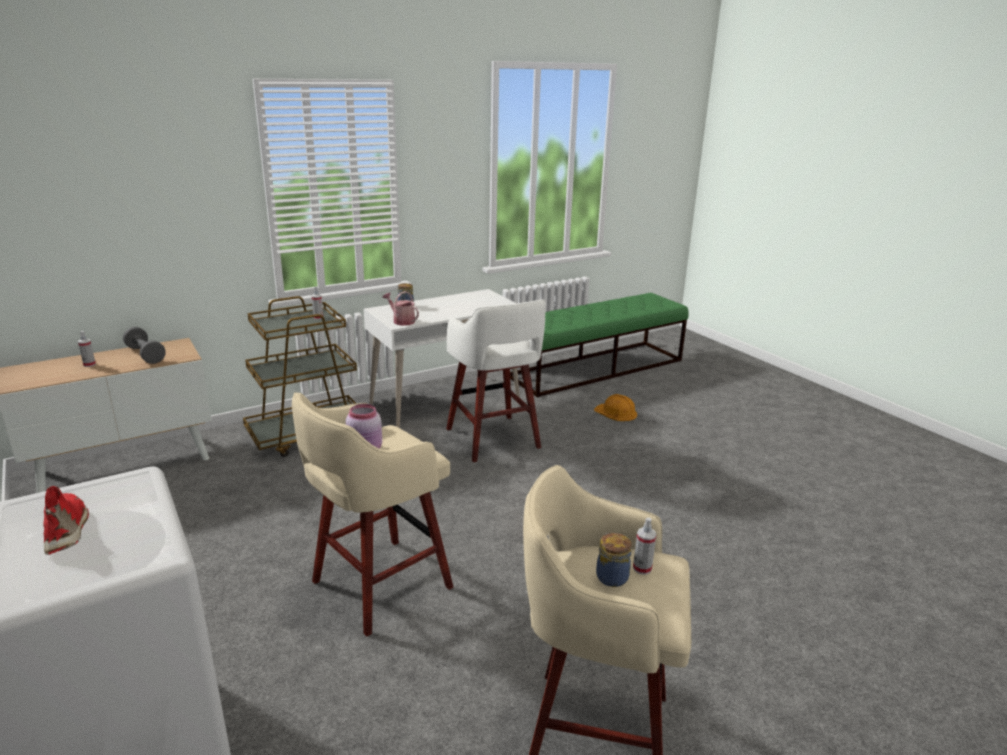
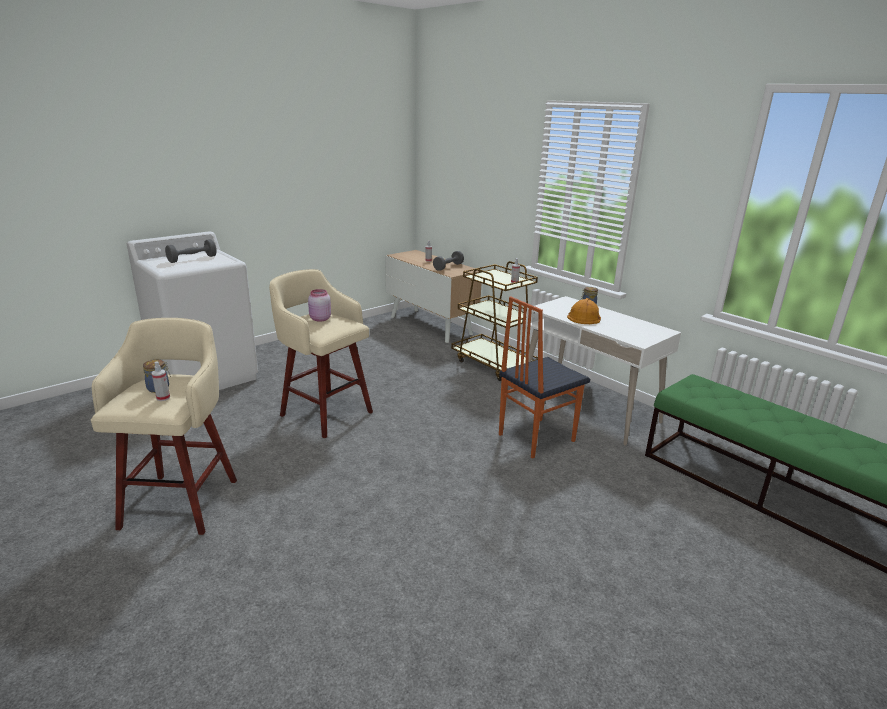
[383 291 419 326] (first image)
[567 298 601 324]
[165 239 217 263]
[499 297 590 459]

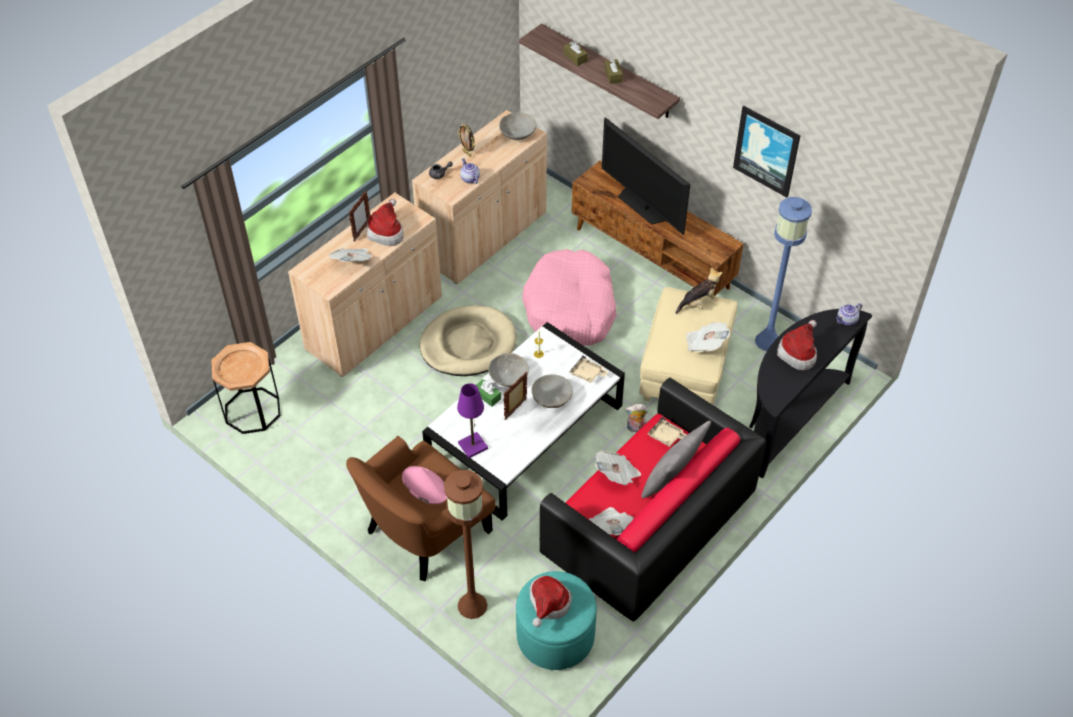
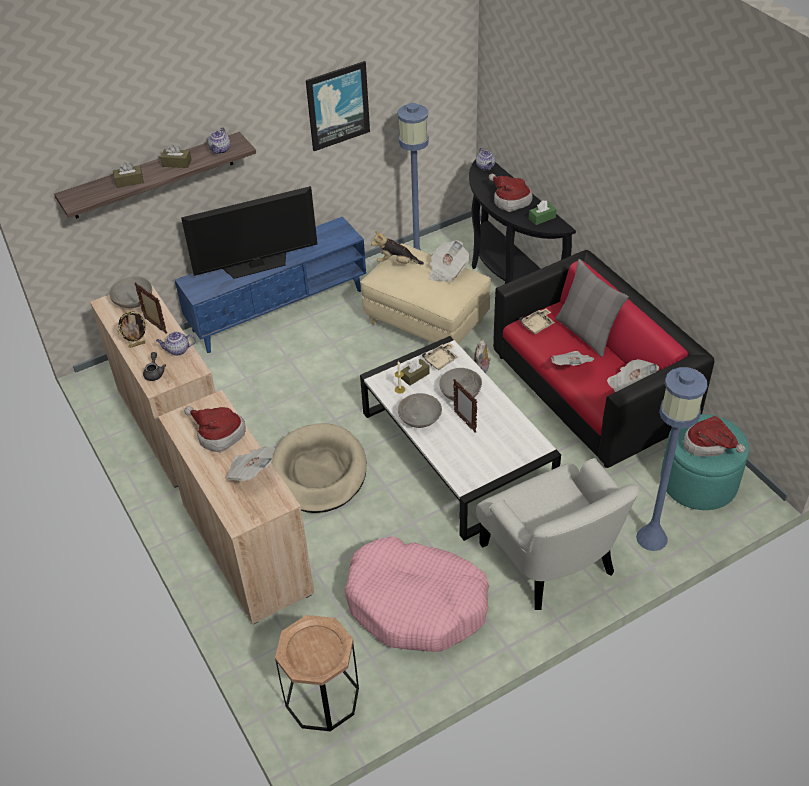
[402 466 447 504] (first image)
[457 383 488 458] (first image)
[208 127 230 154]
[401 358 430 386]
[134 282 167 334]
[529 200 557 225]
[344 536 489 652]
[476 458 640 610]
[636 367 707 551]
[175 216 366 353]
[371 231 424 265]

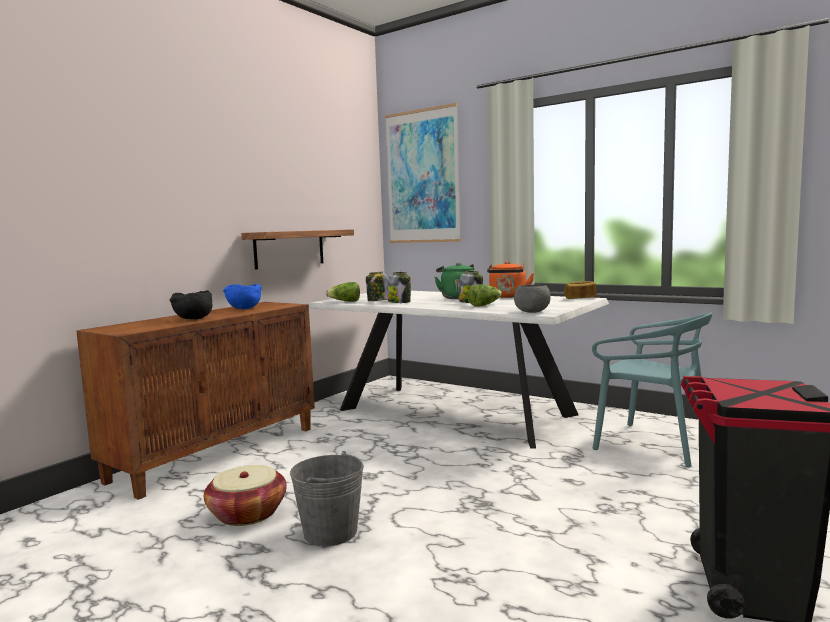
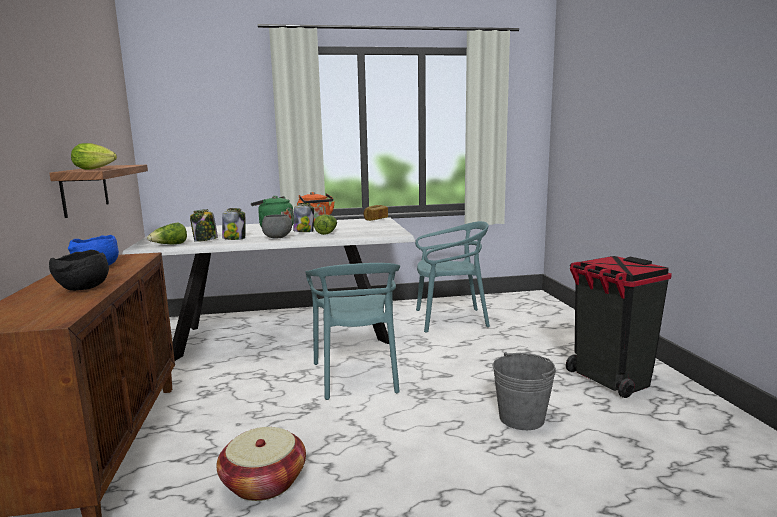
[385 103 461 243] (first image)
[71 143 117 170]
[305 263 400 400]
[493 352 556 430]
[262 214 292 239]

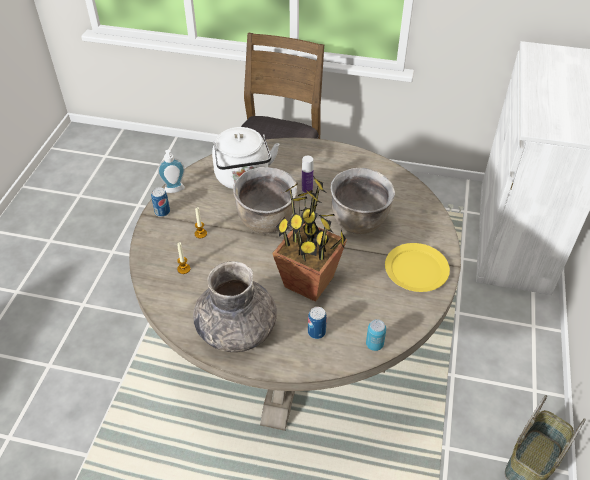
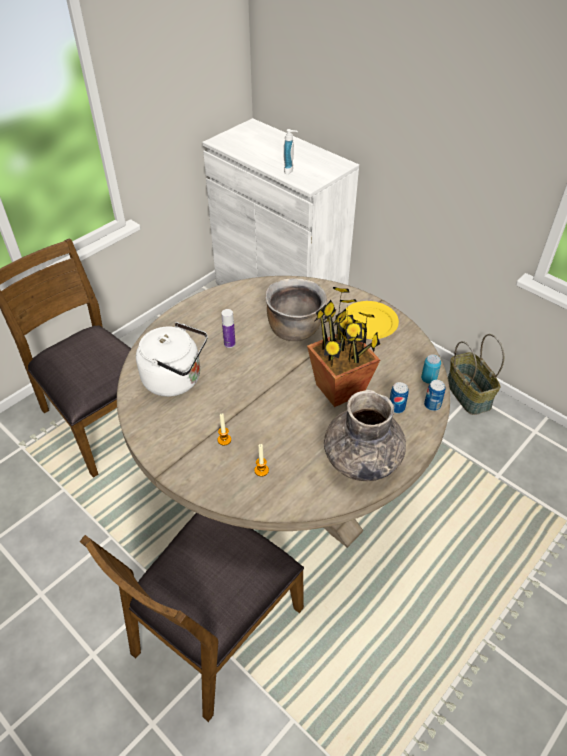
[233 167 297 233] (first image)
[79 513 304 722]
[424 380 446 411]
[283 129 298 174]

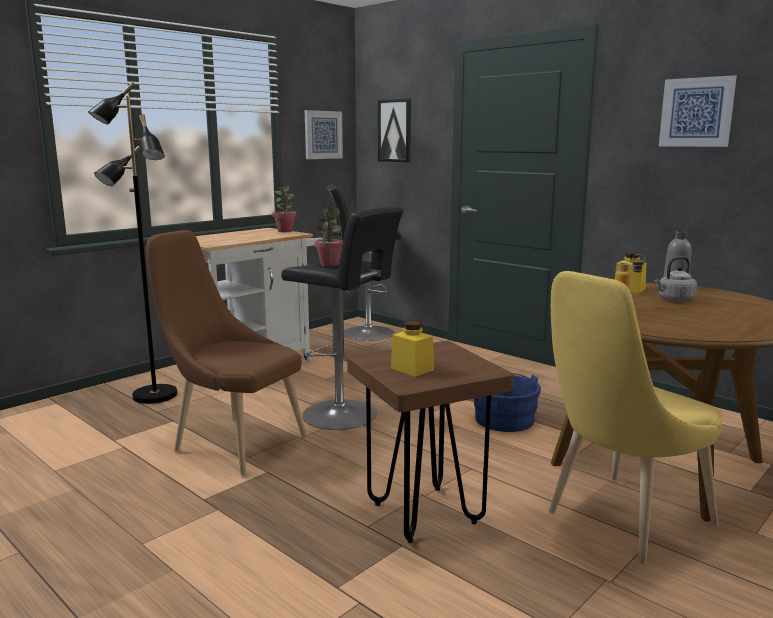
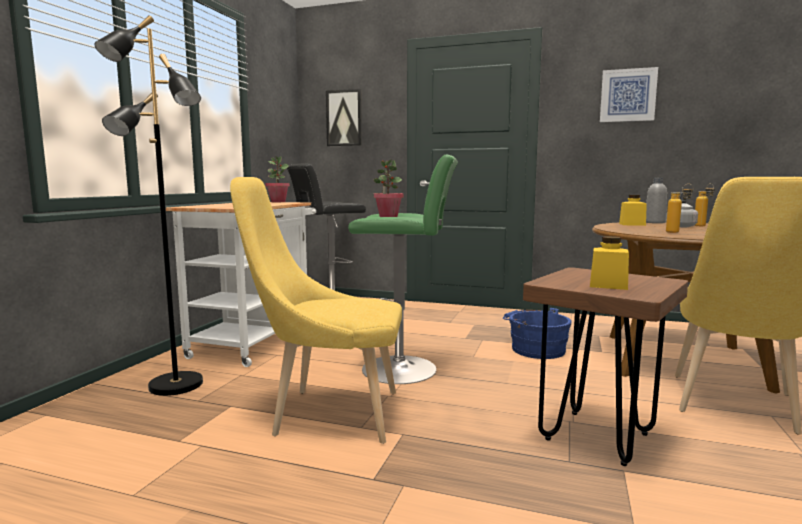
[305 110 343 159] (first image)
[694 183 715 226]
[230 177 402 444]
[348 154 458 384]

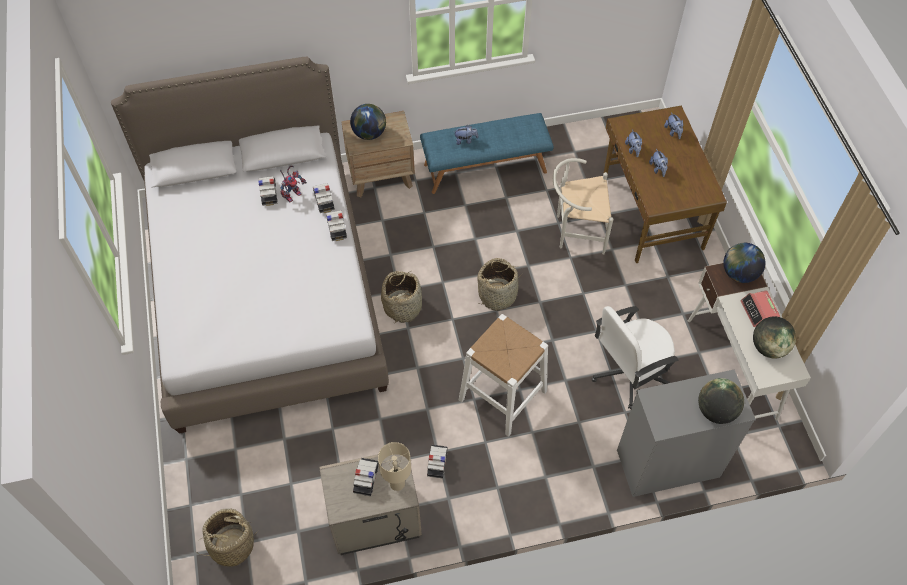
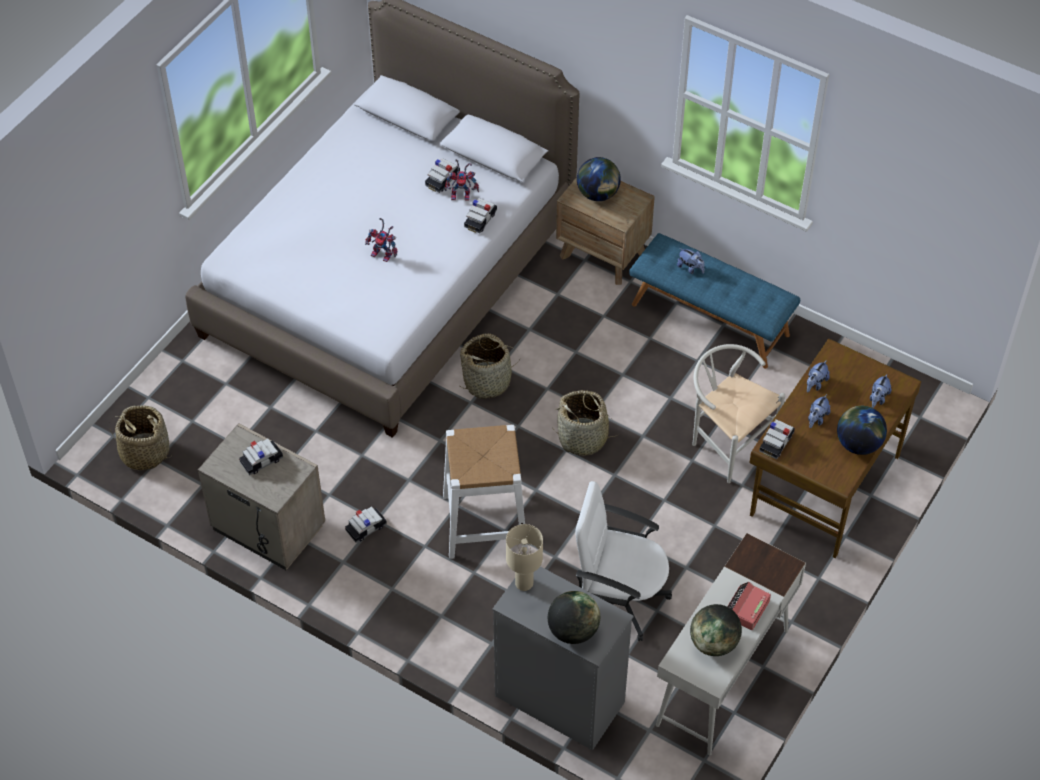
[365 218 397 262]
[759 419 795 459]
[506 524 543 591]
[837 406 887 455]

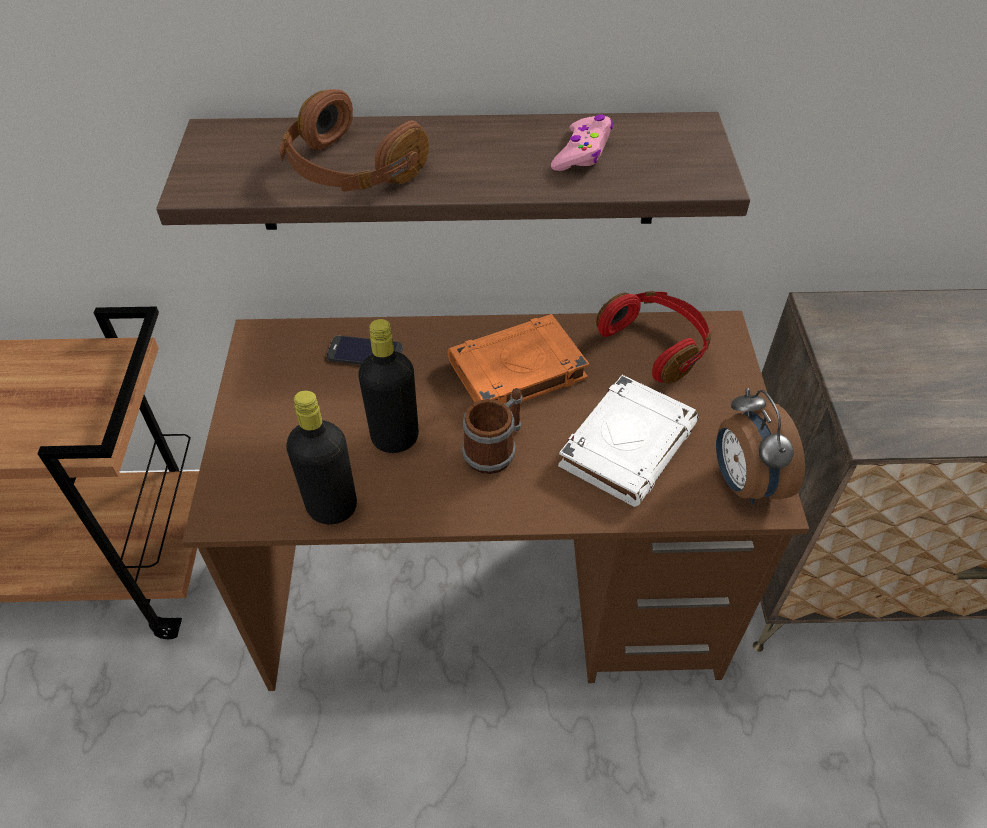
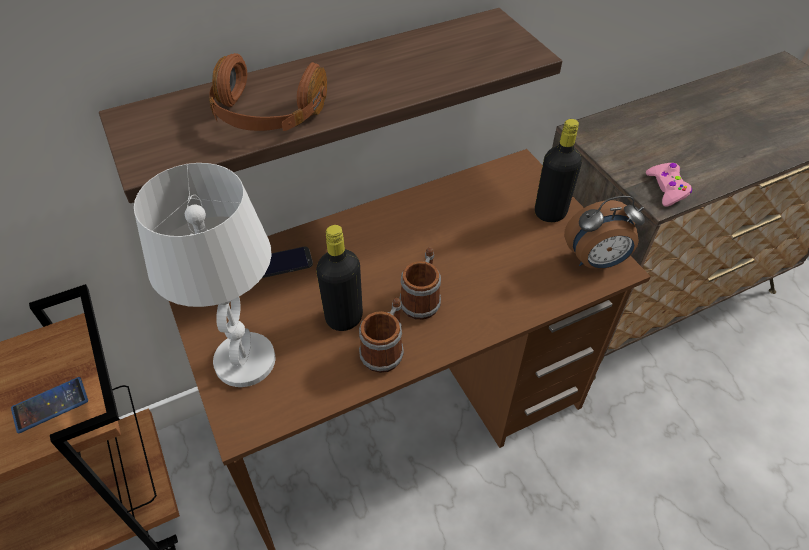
[448 314 589 403] (first image)
[558 375 699 507] (first image)
[596 291 712 384] (first image)
[11 377 88 433]
[134 163 276 387]
[359 298 404 373]
[535 119 582 222]
[646 163 692 207]
[564 196 645 269]

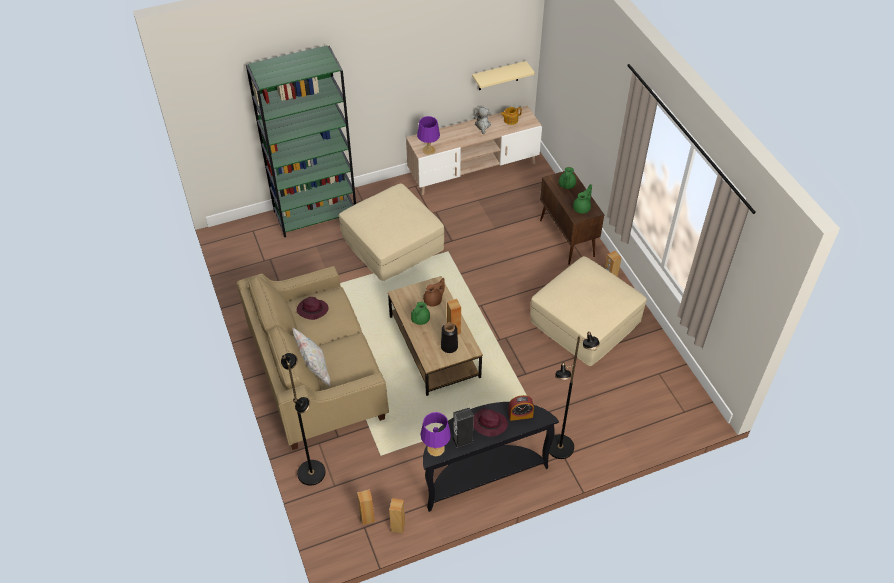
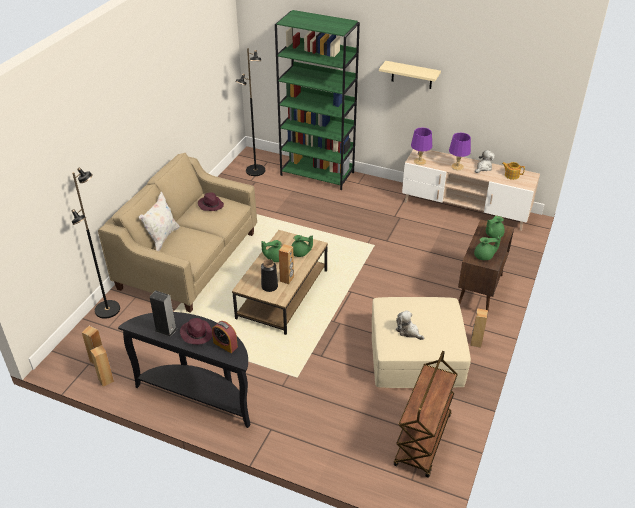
[339 183 444 281] (first image)
[394 351 458 478]
[396 310 424 340]
[449 133 471 170]
[379 61 441 89]
[235 48 265 176]
[291 235 313 257]

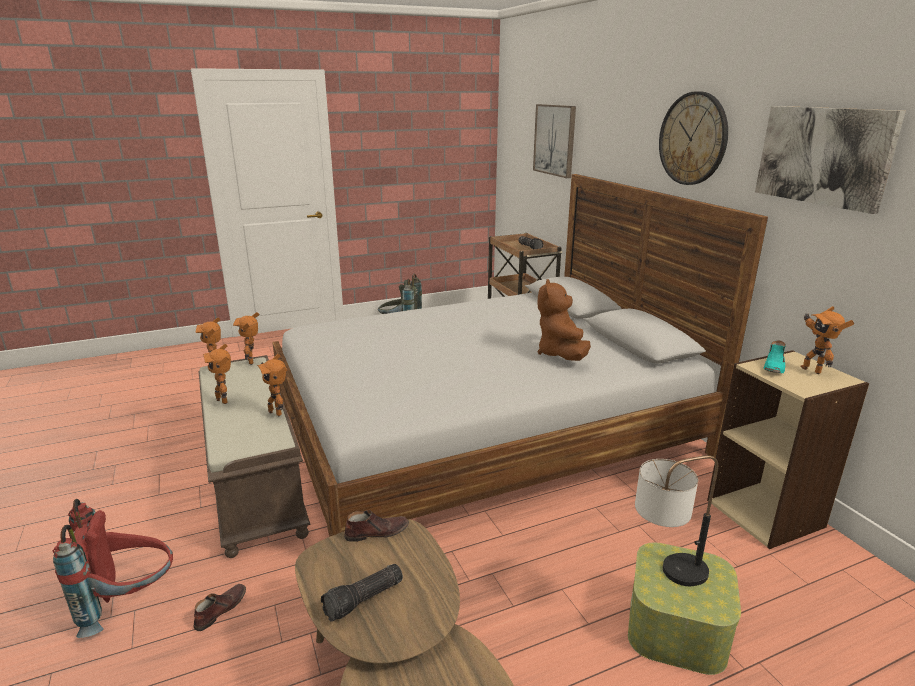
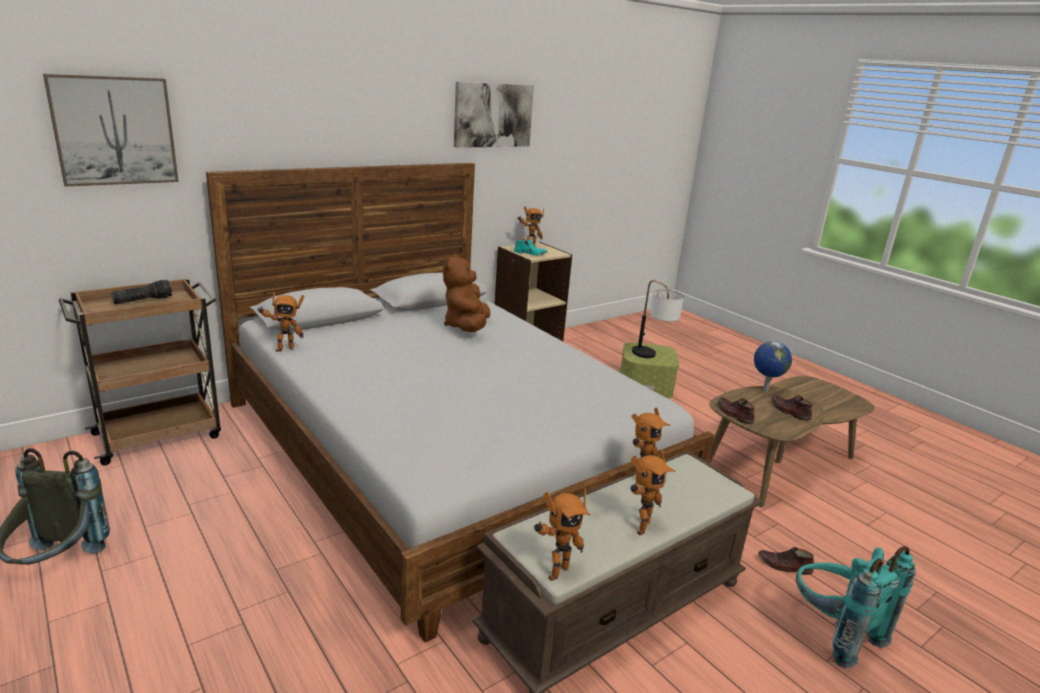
[659 91 728 185] (first image)
[754 341 792 392]
[258 292 304 352]
[771 395 812 421]
[796 546 916 668]
[443 254 490 332]

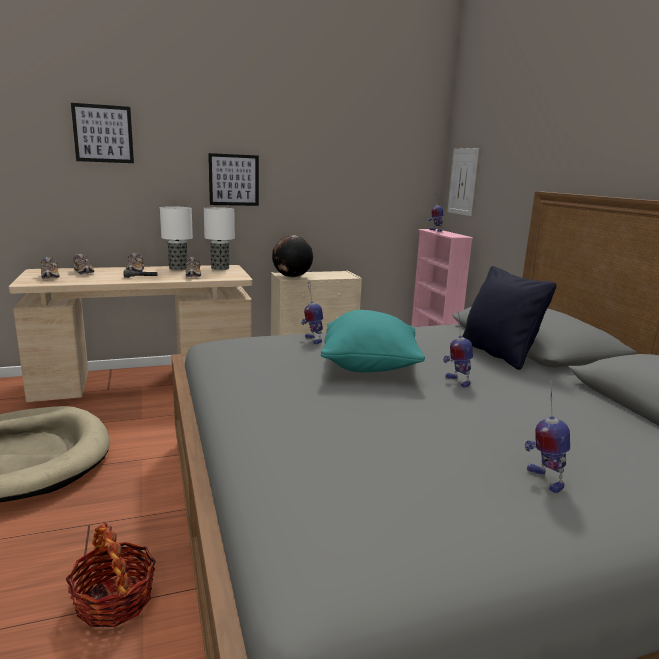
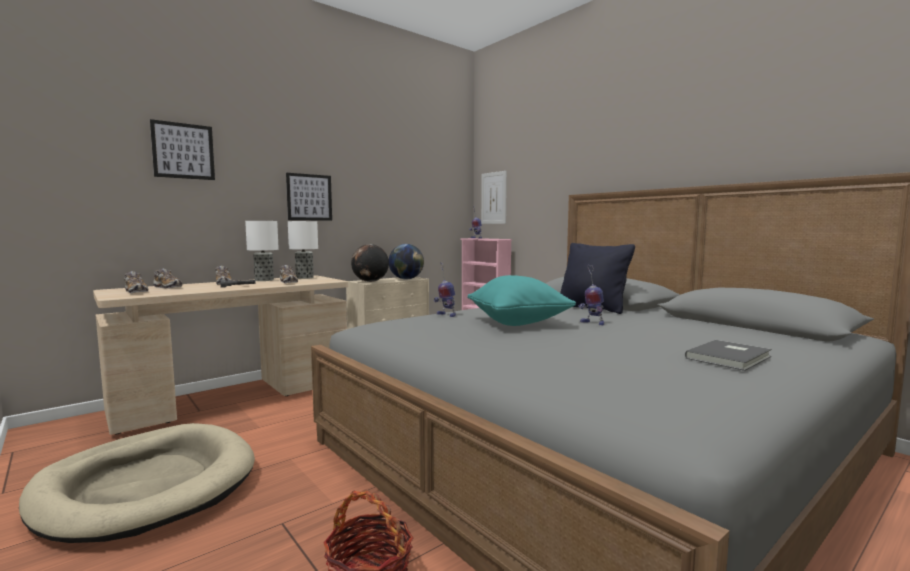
[389 244 424 280]
[685 340 772 371]

